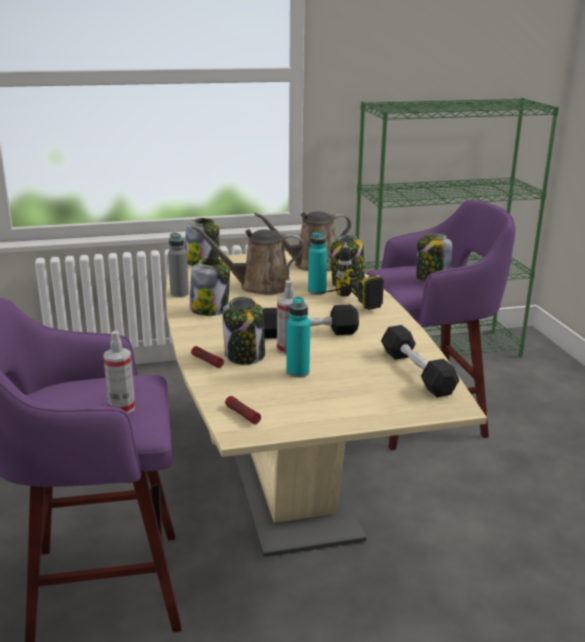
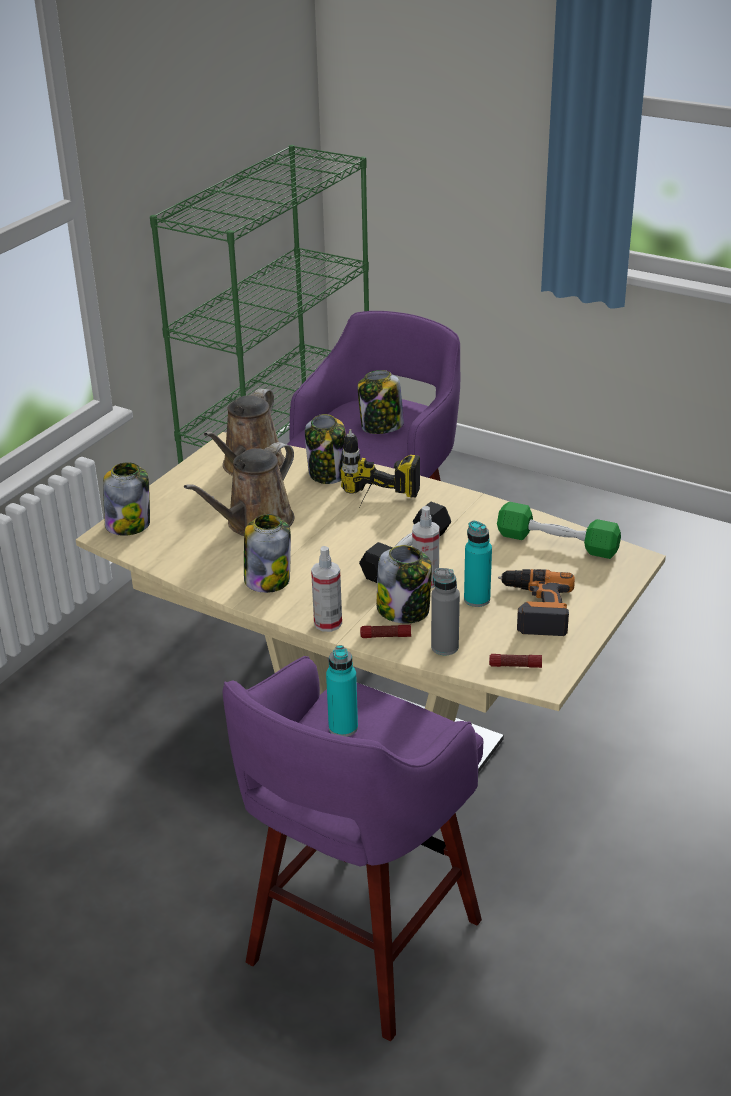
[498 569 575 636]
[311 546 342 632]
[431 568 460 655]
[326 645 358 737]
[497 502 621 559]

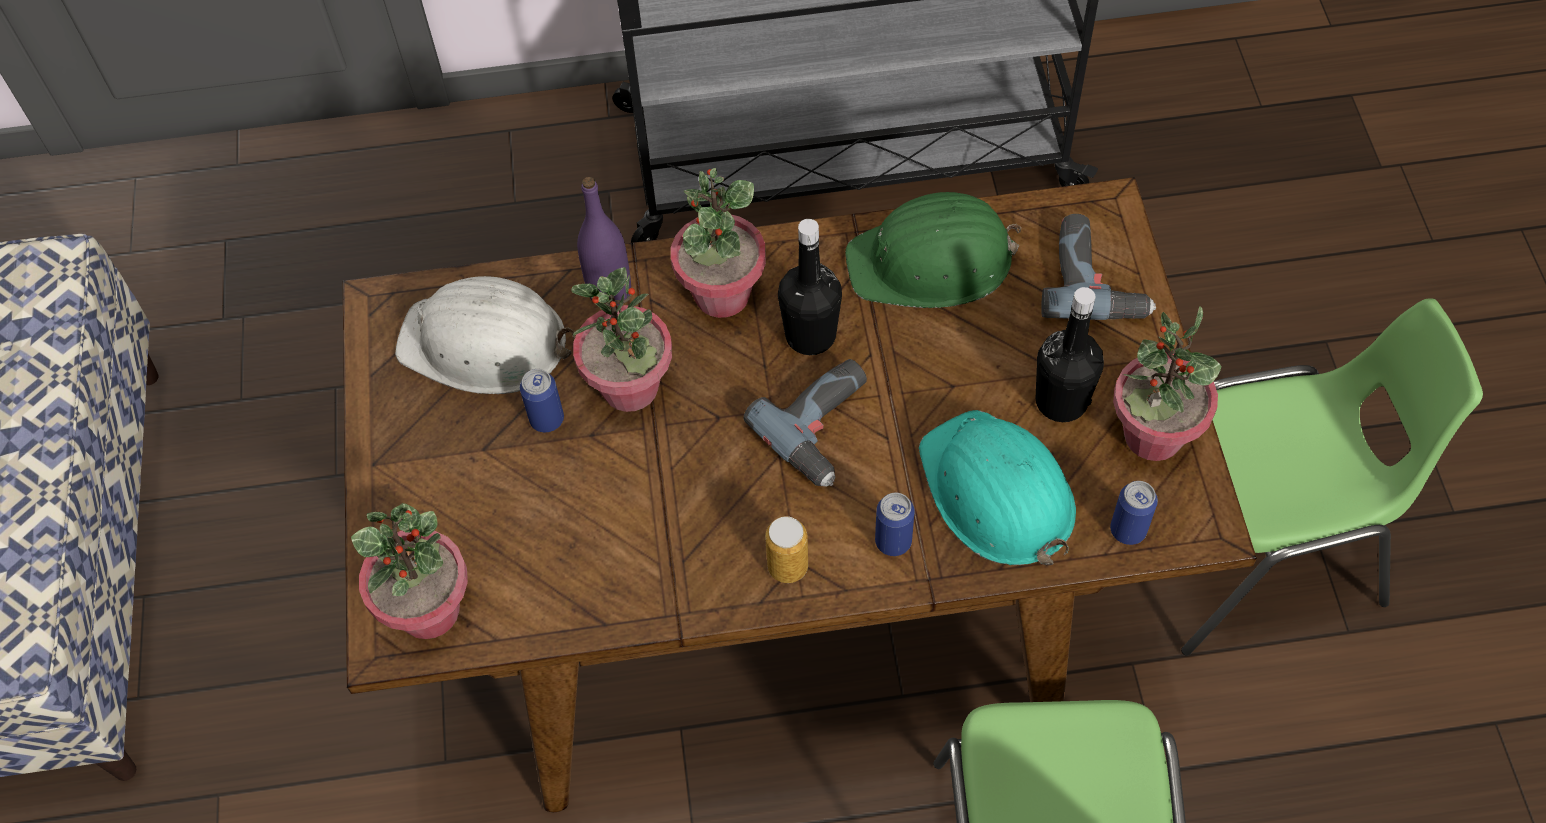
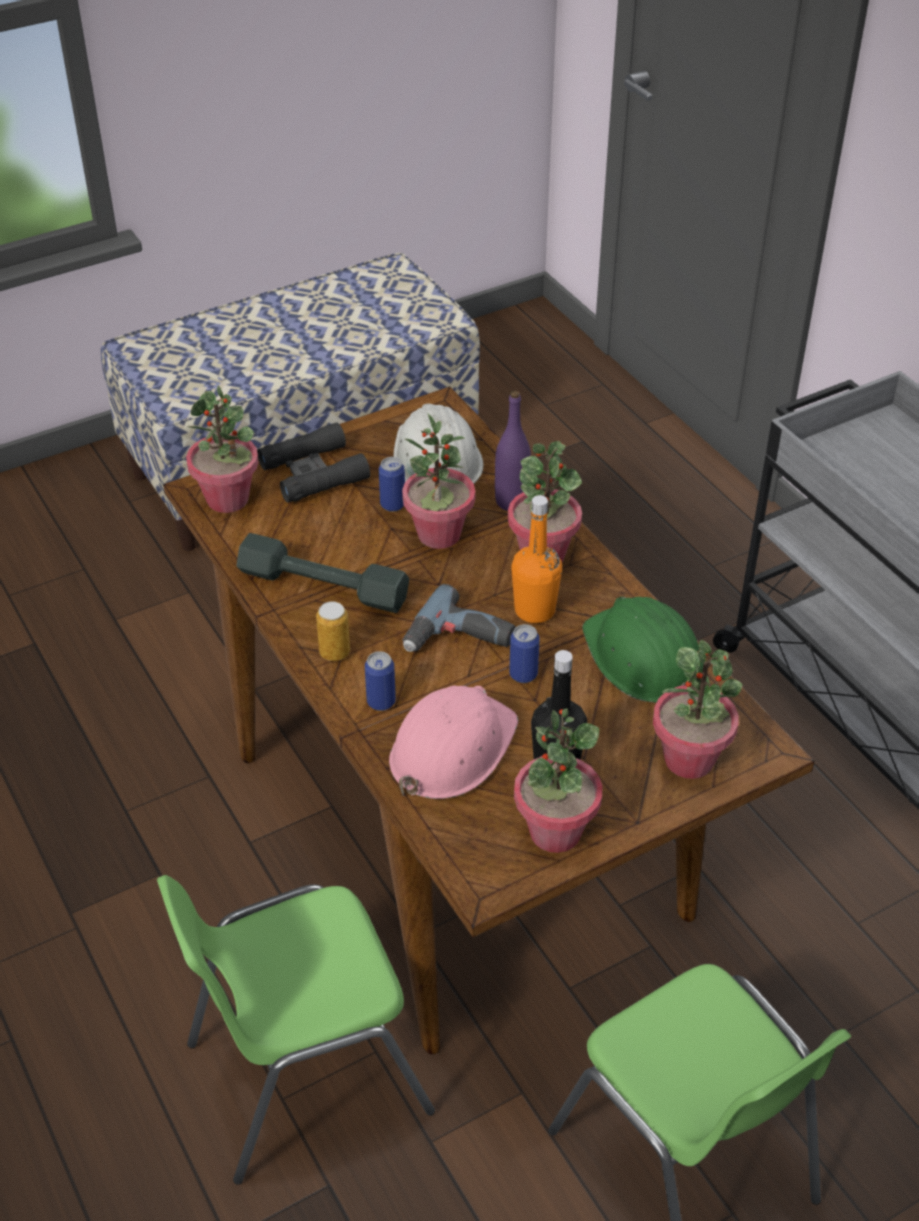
[236 533 409 613]
[257 422 370 503]
[509 624 540 683]
[653 640 742 779]
[511 495 562 623]
[389 685 518 799]

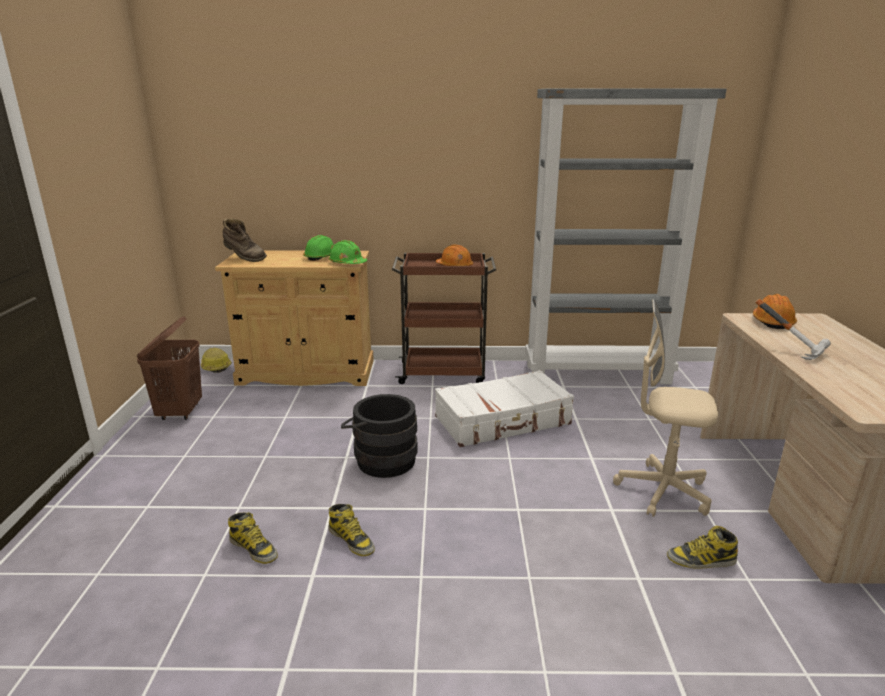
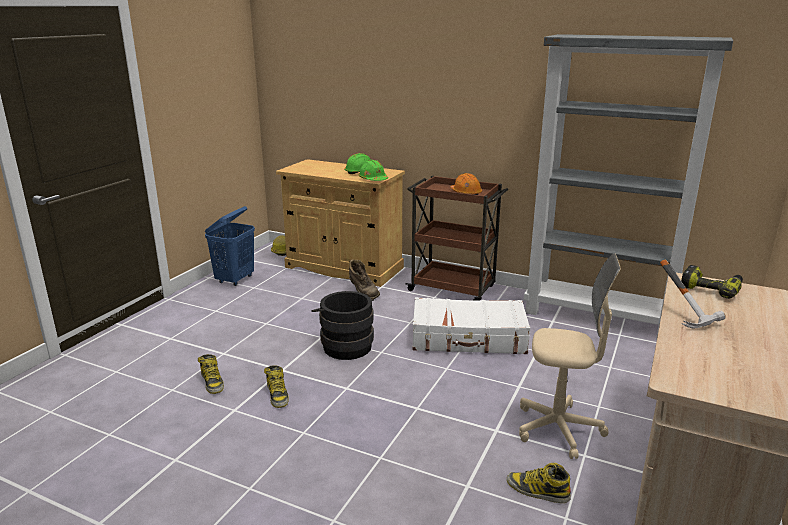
[349 259 380 299]
[681 265 743 299]
[205 206 255 286]
[519 253 621 459]

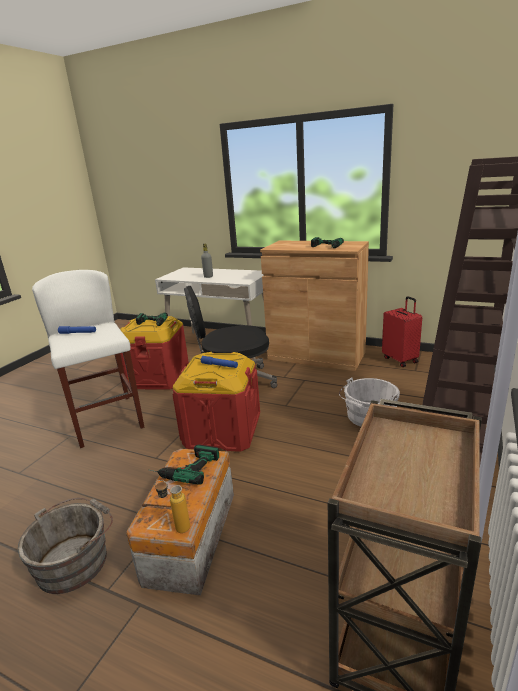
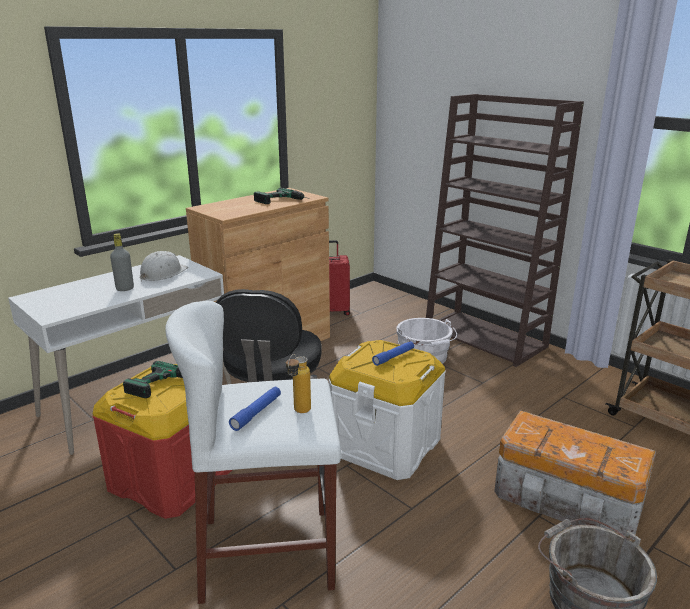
[149 445 219 485] (first image)
[139 251 188 282]
[286 354 311 413]
[329 340 446 480]

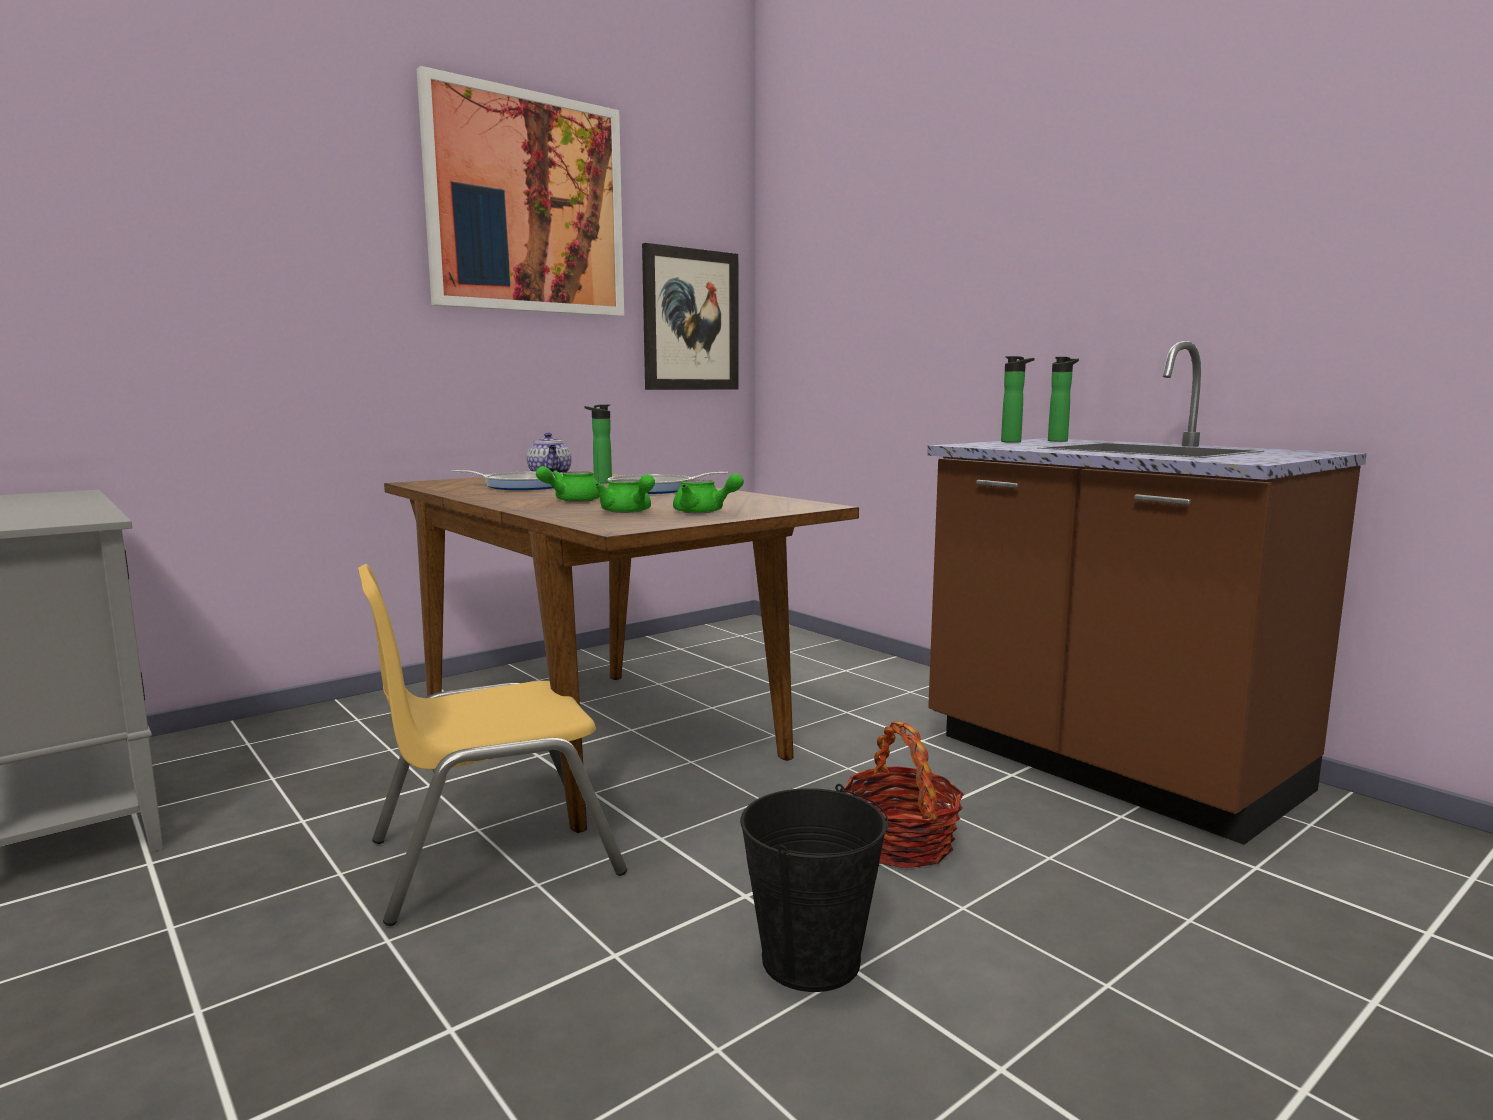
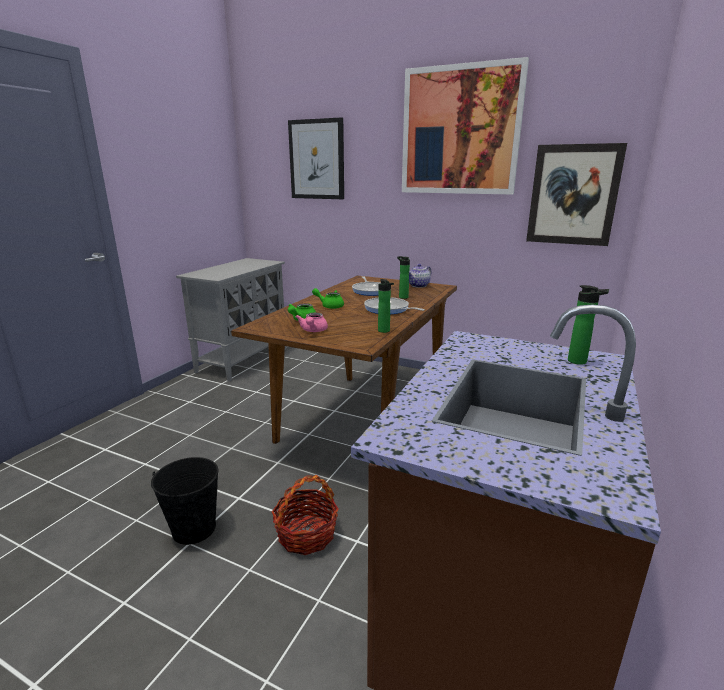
[358 564 627 926] (first image)
[288 117 344 199]
[378 279 394 333]
[296 313 328 332]

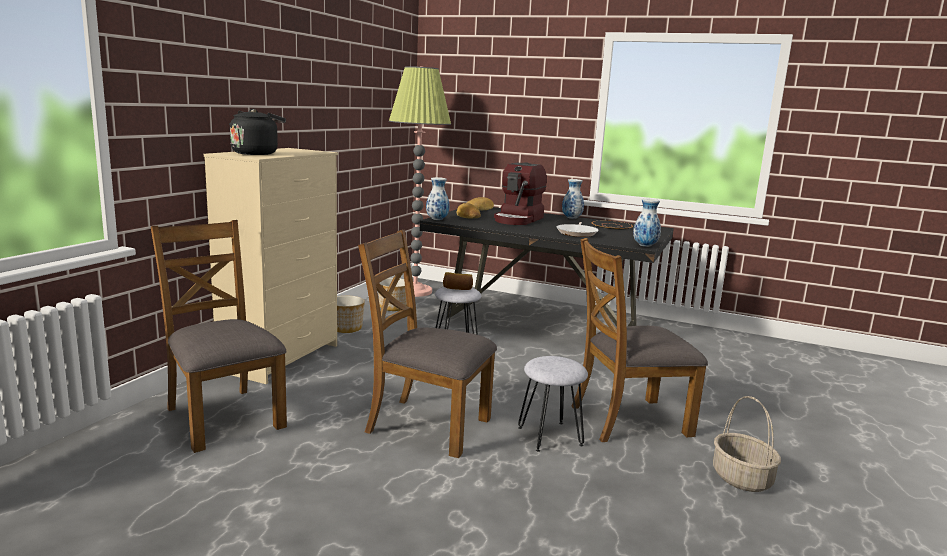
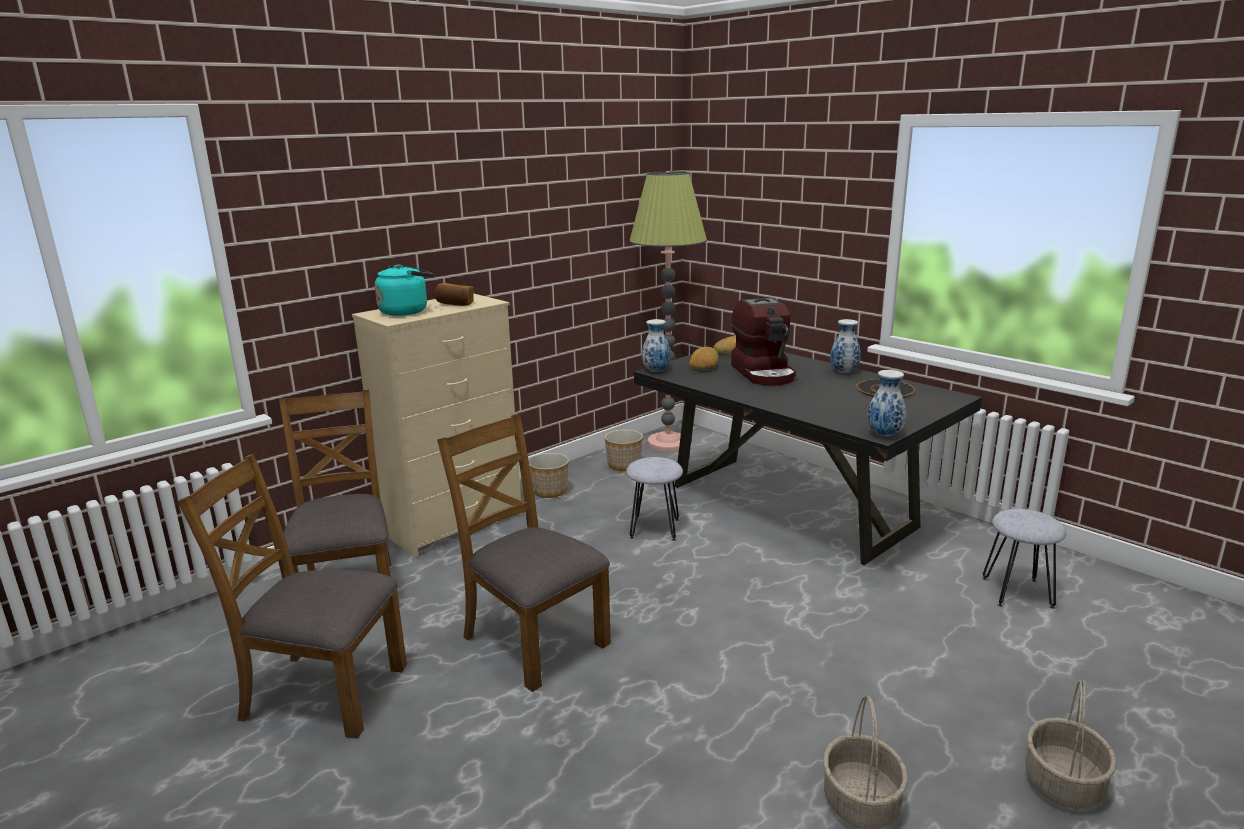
[557 222 599 237] (first image)
[1025 680 1117 809]
[434 283 474 306]
[982 509 1066 609]
[178 454 407 739]
[375 265 433 316]
[731 298 796 386]

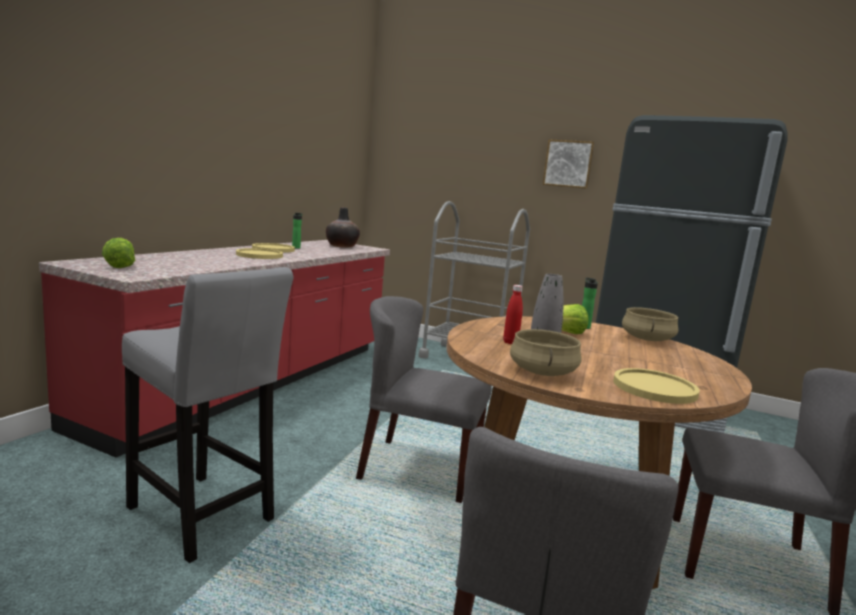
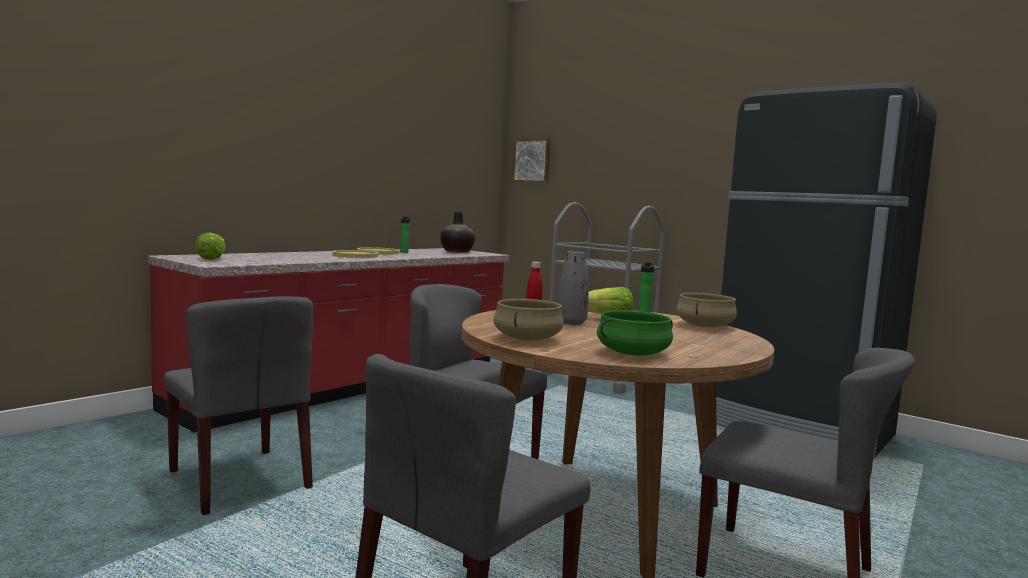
[513 139 551 183]
[164 296 313 515]
[597 310 673 356]

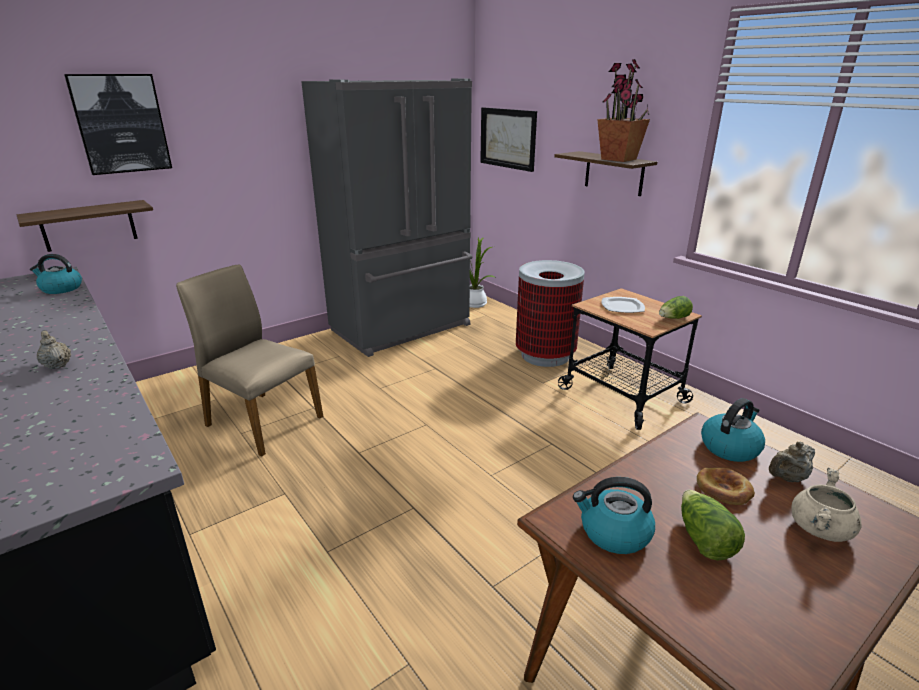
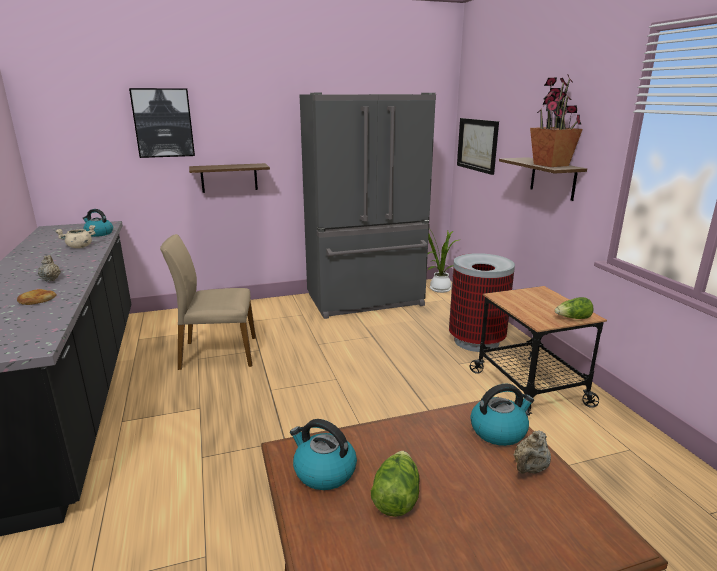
[601 297 645 313] (first image)
[189 163 270 193]
[17 289 57 305]
[55 225 95 248]
[160 234 256 370]
[514 430 551 474]

